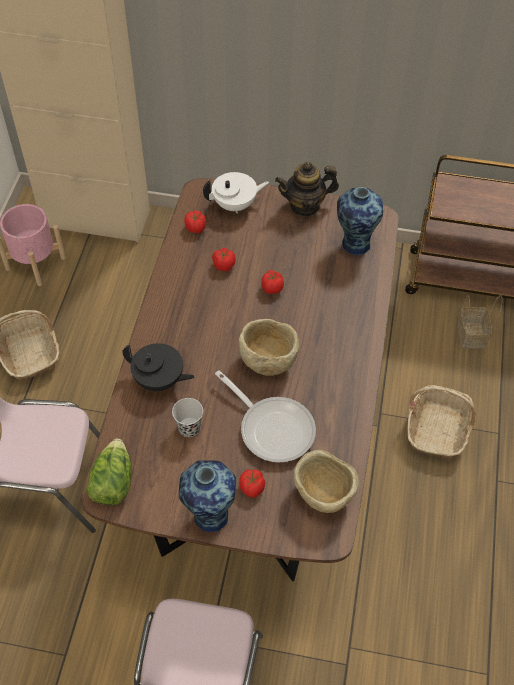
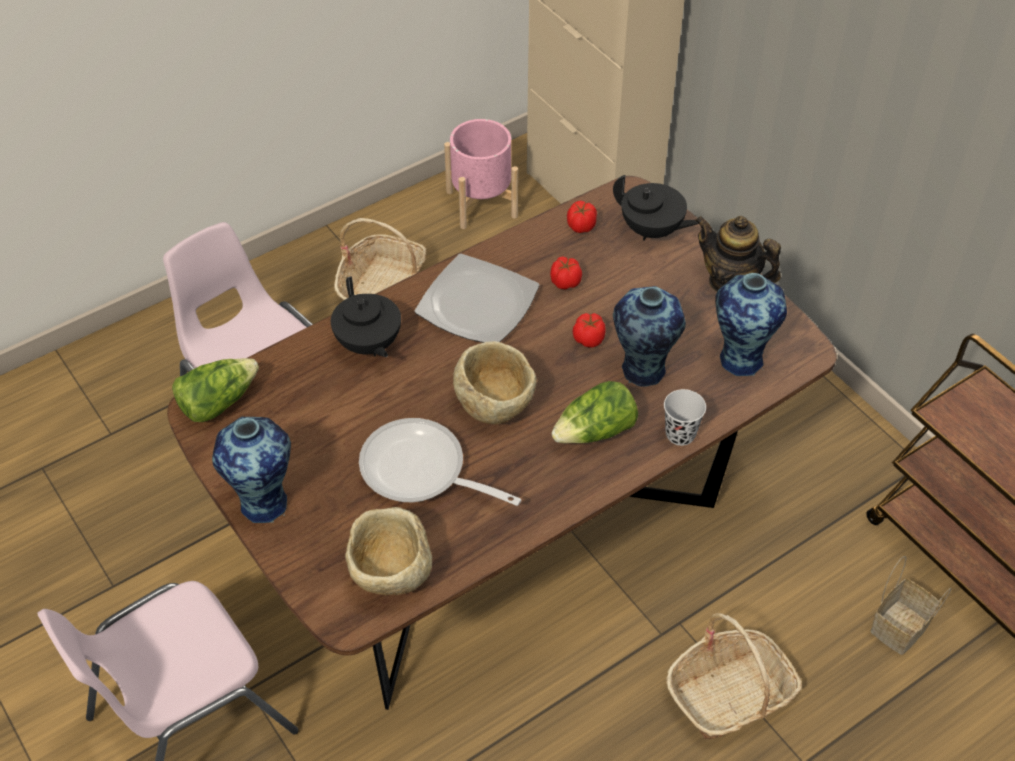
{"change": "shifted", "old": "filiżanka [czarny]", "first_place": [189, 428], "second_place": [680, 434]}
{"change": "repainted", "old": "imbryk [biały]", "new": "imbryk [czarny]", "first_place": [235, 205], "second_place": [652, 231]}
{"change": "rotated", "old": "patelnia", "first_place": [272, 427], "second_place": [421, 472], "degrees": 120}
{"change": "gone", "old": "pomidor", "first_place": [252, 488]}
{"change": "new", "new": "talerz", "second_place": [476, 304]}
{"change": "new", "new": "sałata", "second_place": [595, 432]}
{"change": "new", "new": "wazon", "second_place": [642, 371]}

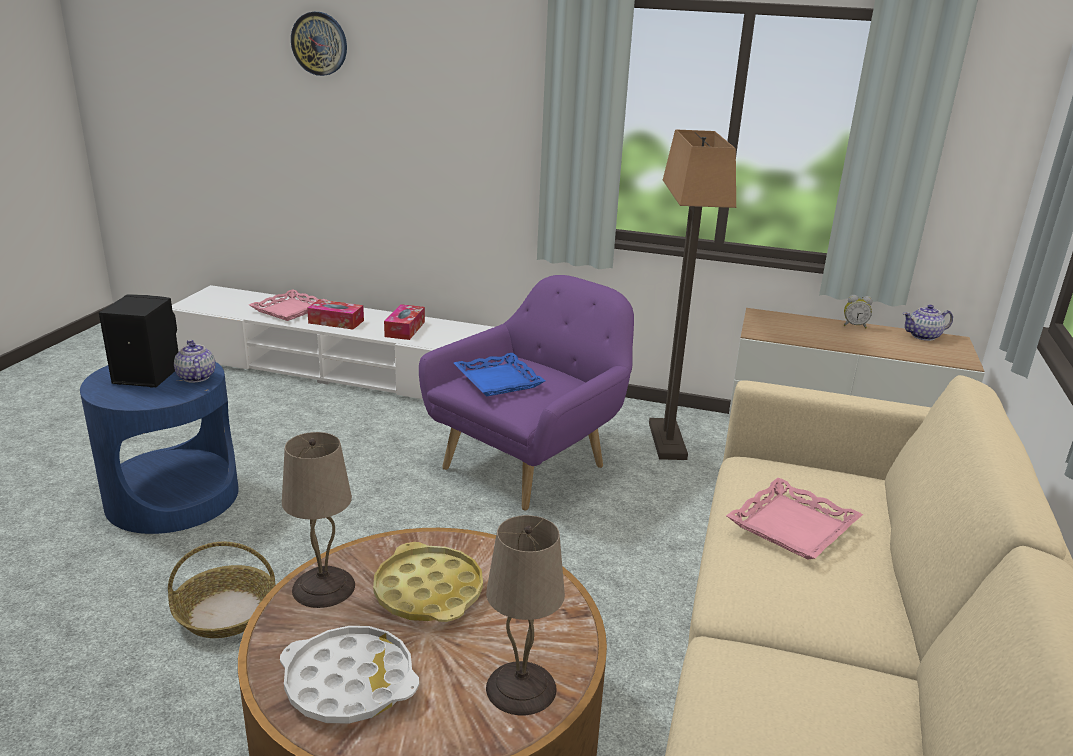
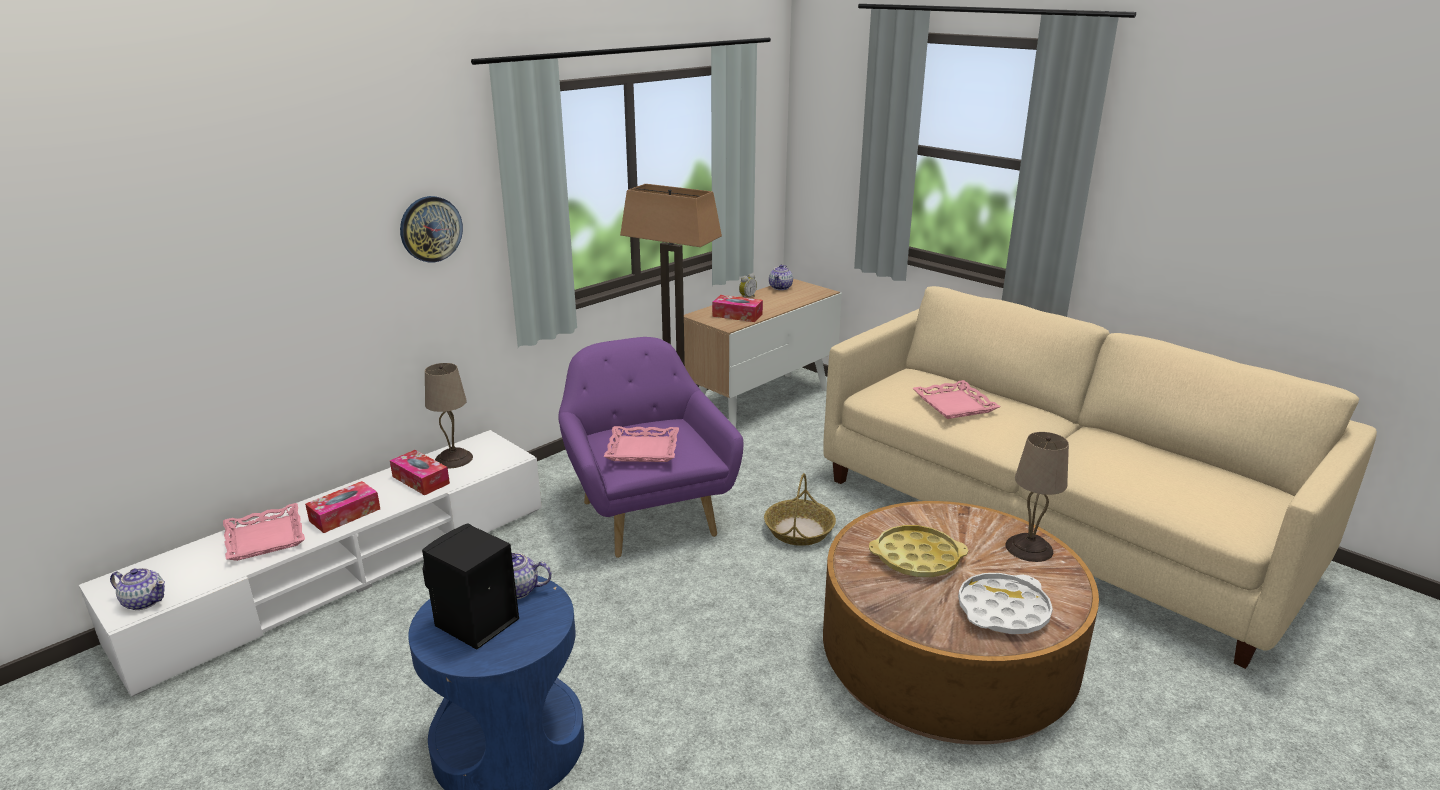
{"change": "shifted", "old": "koszyk", "first_place": [226, 612], "second_place": [799, 530]}
{"change": "shifted", "old": "lampa stołowa [beżowy]", "first_place": [322, 587], "second_place": [453, 459]}
{"change": "shifted", "old": "zegar ścienny", "first_place": [319, 43], "second_place": [430, 229]}
{"change": "repainted", "old": "taca [niebieski]", "new": "taca [różowy]", "first_place": [497, 380], "second_place": [642, 450]}
{"change": "new", "new": "imbryk", "second_place": [144, 601]}
{"change": "new", "new": "pudełko chusteczek", "second_place": [737, 315]}

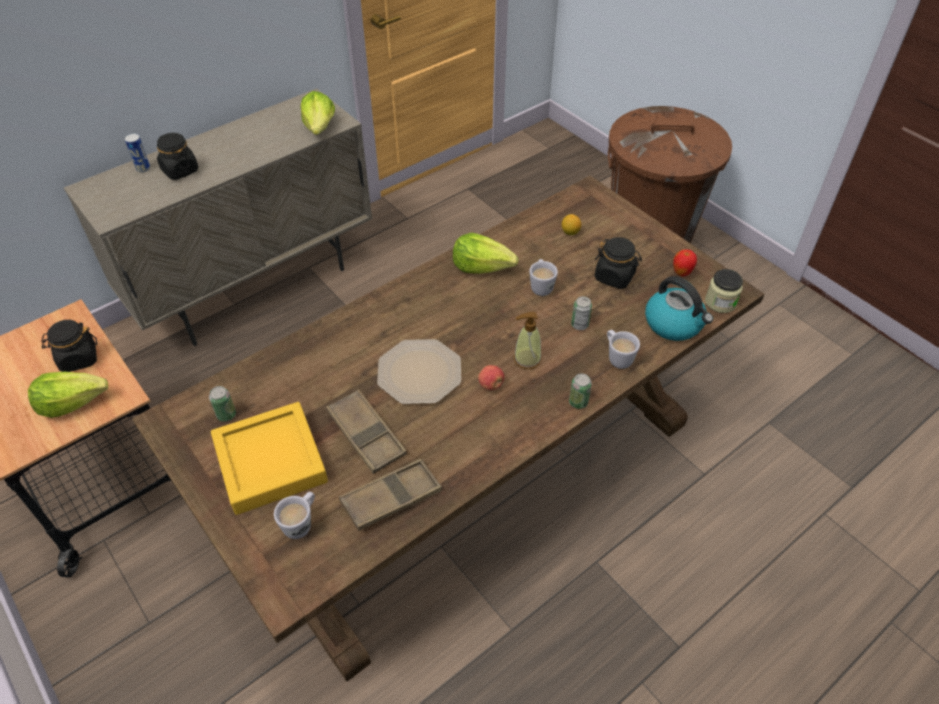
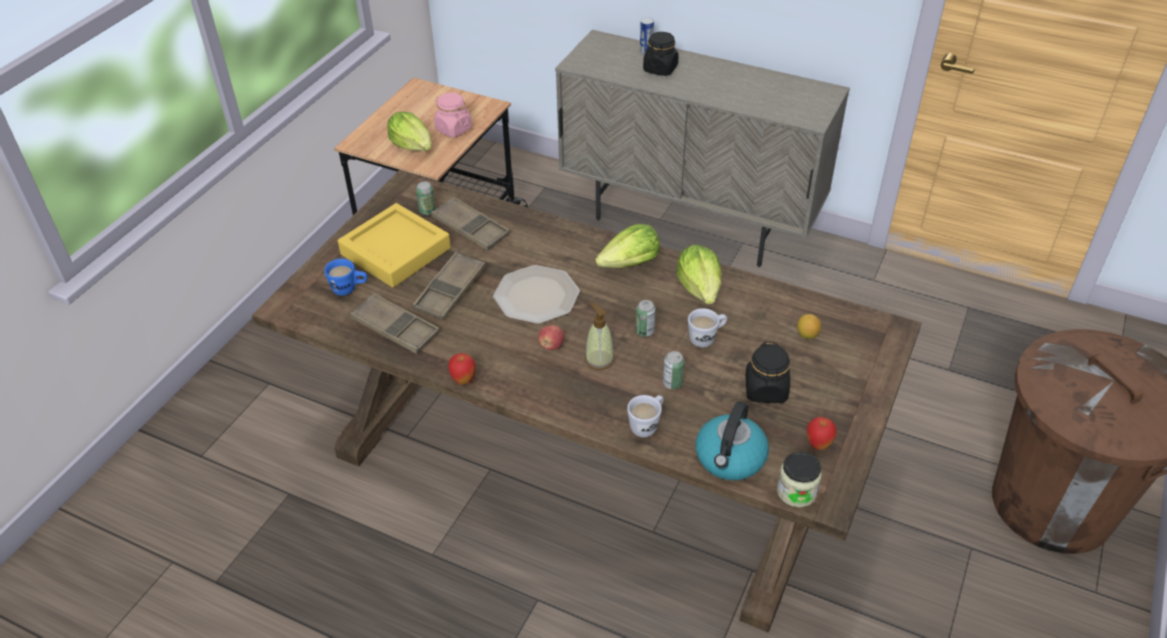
{"change": "repainted", "old": "słoik [czarny]", "new": "słoik [różowy]", "first_place": [78, 358], "second_place": [453, 129]}
{"change": "repainted", "old": "kubek [biały]", "new": "kubek [niebieski]", "first_place": [301, 523], "second_place": [349, 289]}
{"change": "shifted", "old": "sałata", "first_place": [319, 127], "second_place": [630, 264]}
{"change": "shifted", "old": "puszka", "first_place": [578, 402], "second_place": [644, 331]}
{"change": "new", "new": "taca [brązowy]", "second_place": [470, 228]}
{"change": "new", "new": "jabłko", "second_place": [463, 380]}

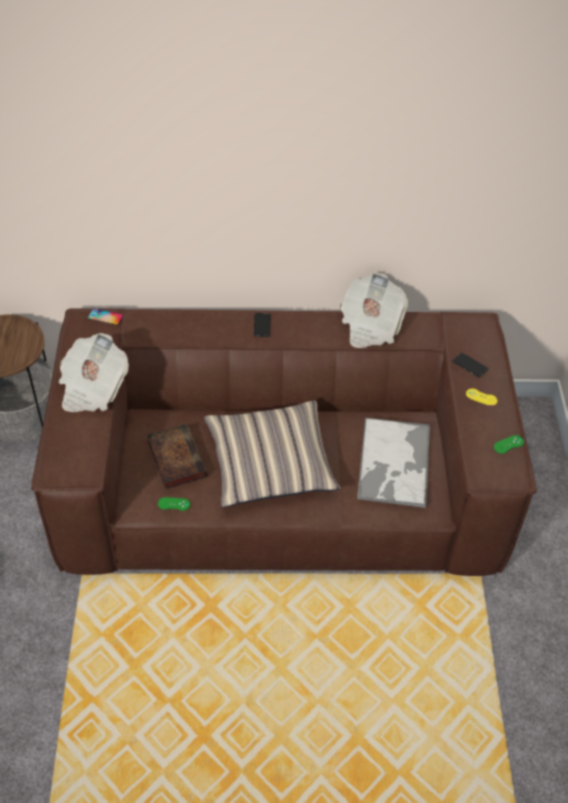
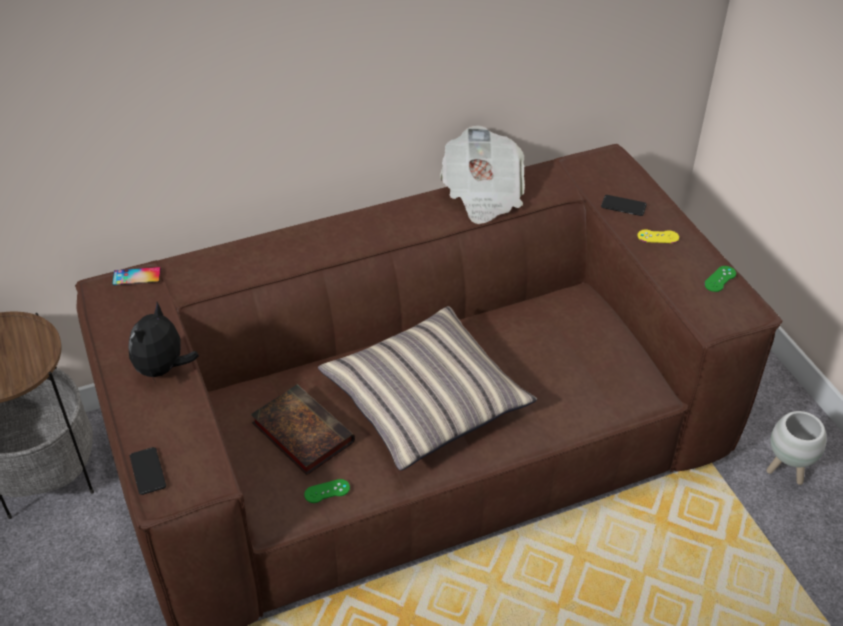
{"change": "swapped", "old": "gazeta", "new": "pluszak", "first_place": [92, 388], "second_place": [163, 369]}
{"change": "shifted", "old": "telefon", "first_place": [262, 325], "second_place": [148, 471]}
{"change": "gone", "old": "taca", "first_place": [394, 463]}
{"change": "new", "new": "donica [biały]", "second_place": [786, 471]}

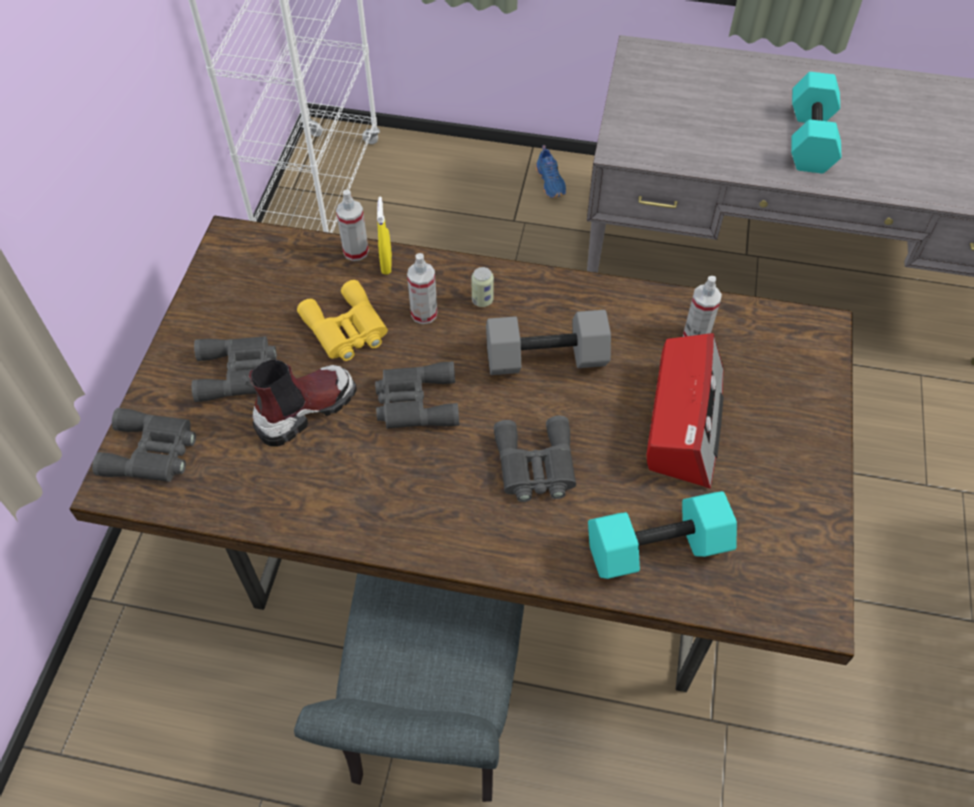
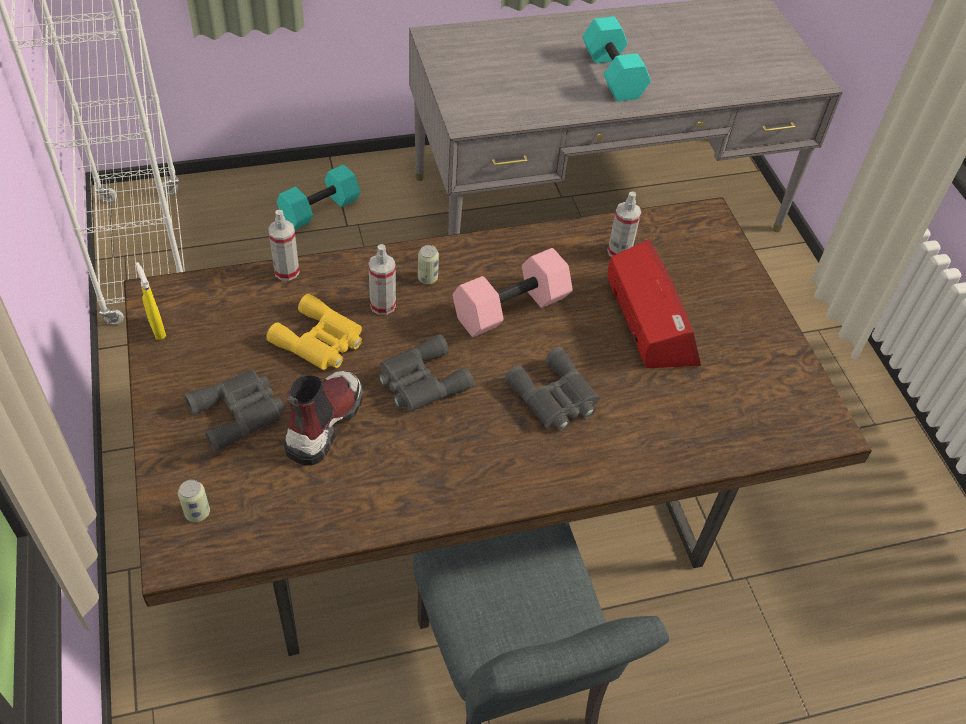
{"change": "swapped", "old": "lornetka [szary]", "new": "puszka", "first_place": [152, 452], "second_place": [197, 513]}
{"change": "shifted", "old": "spryskiwacz [żółty]", "first_place": [386, 264], "second_place": [157, 329]}
{"change": "repainted", "old": "hantel [szary]", "new": "hantel [różowy]", "first_place": [545, 360], "second_place": [510, 310]}
{"change": "gone", "old": "but [niebieski]", "first_place": [551, 182]}
{"change": "shifted", "old": "hantel [turkusowy]", "first_place": [656, 550], "second_place": [320, 210]}

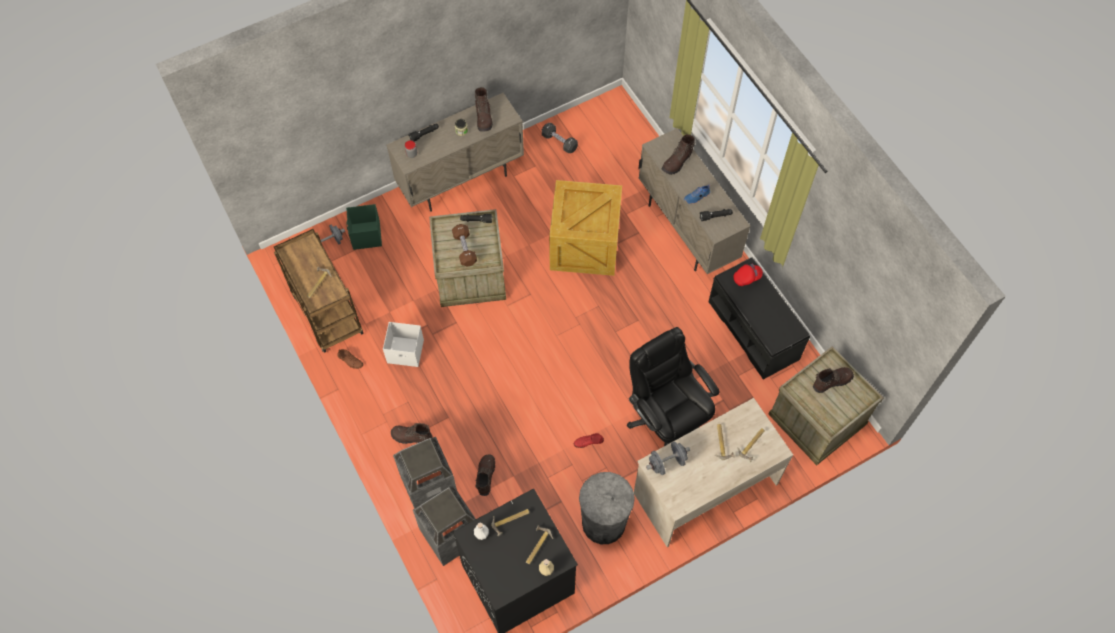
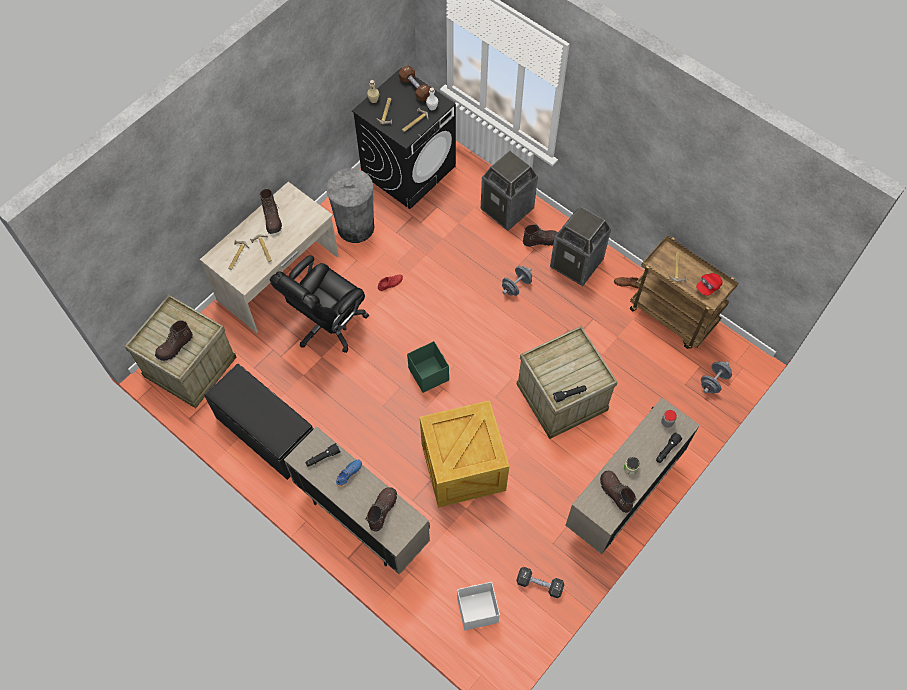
{"change": "shifted", "old": "pojemnik do przechowywania [zielony]", "first_place": [366, 236], "second_place": [428, 373]}
{"change": "shifted", "old": "pojemnik do przechowywania [biały]", "first_place": [406, 352], "second_place": [476, 610]}
{"change": "shifted", "old": "kosz na śmieci", "first_place": [450, 535], "second_place": [577, 263]}
{"change": "shifted", "old": "hantel [brązowy]", "first_place": [465, 249], "second_place": [415, 88]}
{"change": "shifted", "old": "but z cholewką [brązowy]", "first_place": [485, 476], "second_place": [272, 219]}
{"change": "rotated", "old": "krzesło biurowe [czarny]", "first_place": [666, 418], "second_place": [328, 324], "degrees": 90}
{"change": "shifted", "old": "hantel [szary]", "first_place": [667, 462], "second_place": [516, 286]}
{"change": "shifted", "old": "czapka z daszkiem [czerwony]", "first_place": [747, 277], "second_place": [708, 287]}

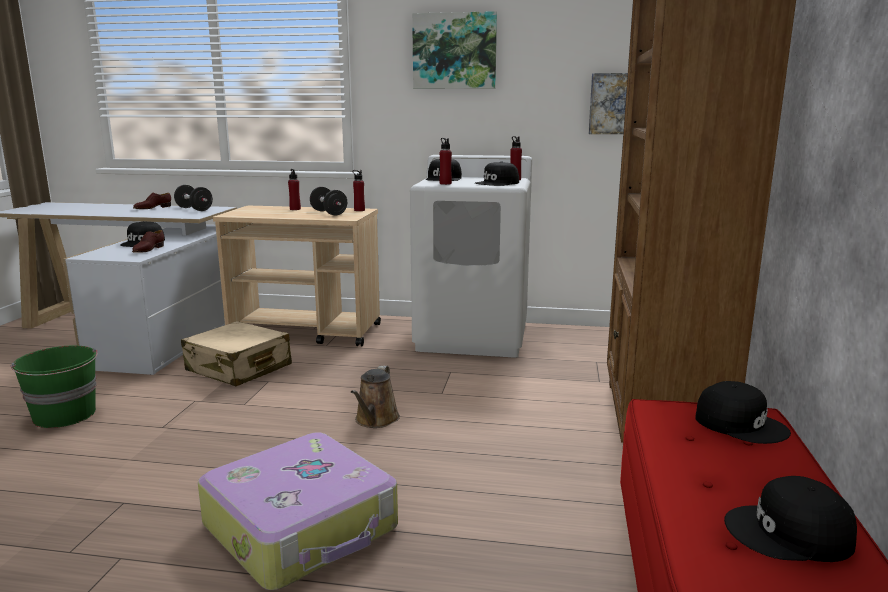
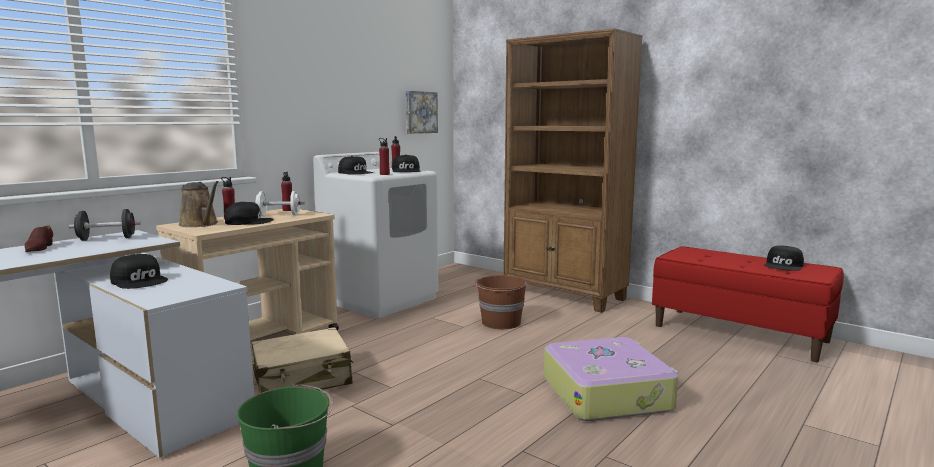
{"change": "gone", "old": "but [brązowy]", "first_place": [148, 249]}
{"change": "repainted", "old": "hantel [czarny]", "new": "hantel [biały]", "first_place": [328, 213], "second_place": [279, 215]}
{"change": "shifted", "old": "konewka [brązowy]", "first_place": [375, 420], "second_place": [200, 224]}
{"change": "gone", "old": "obraz", "first_place": [454, 51]}
{"change": "shifted", "old": "czapka z daszkiem [czarny]", "first_place": [740, 423], "second_place": [248, 221]}
{"change": "new", "new": "wiadro [brązowy]", "second_place": [501, 323]}

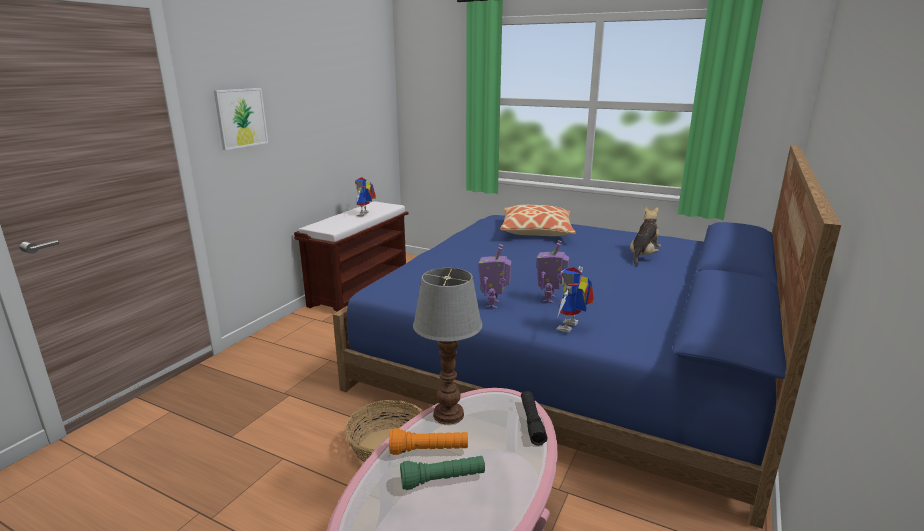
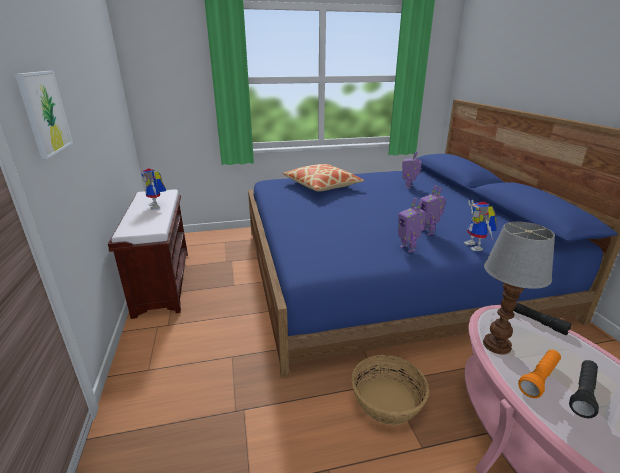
{"change": "repainted", "old": "latarka [zielony]", "new": "latarka [czarny]", "first_place": [443, 480], "second_place": [583, 393]}
{"change": "swapped", "old": "pluszak", "new": "robot zabawkowy", "first_place": [643, 256], "second_place": [409, 187]}

